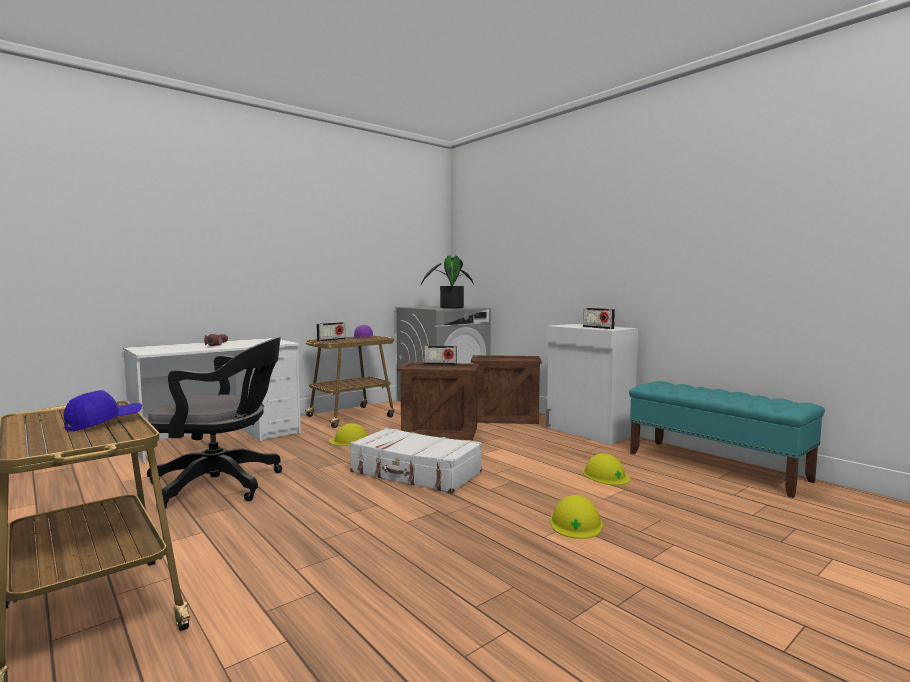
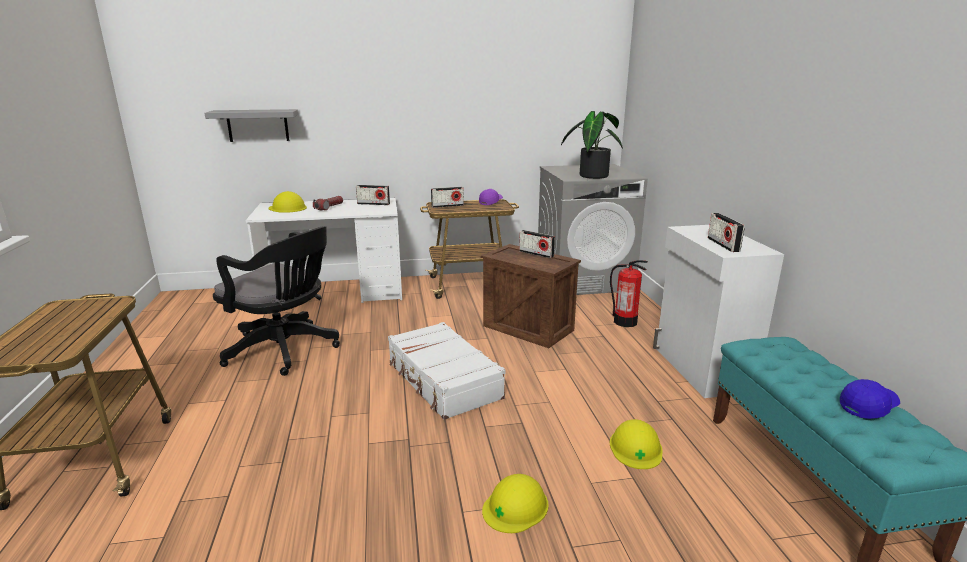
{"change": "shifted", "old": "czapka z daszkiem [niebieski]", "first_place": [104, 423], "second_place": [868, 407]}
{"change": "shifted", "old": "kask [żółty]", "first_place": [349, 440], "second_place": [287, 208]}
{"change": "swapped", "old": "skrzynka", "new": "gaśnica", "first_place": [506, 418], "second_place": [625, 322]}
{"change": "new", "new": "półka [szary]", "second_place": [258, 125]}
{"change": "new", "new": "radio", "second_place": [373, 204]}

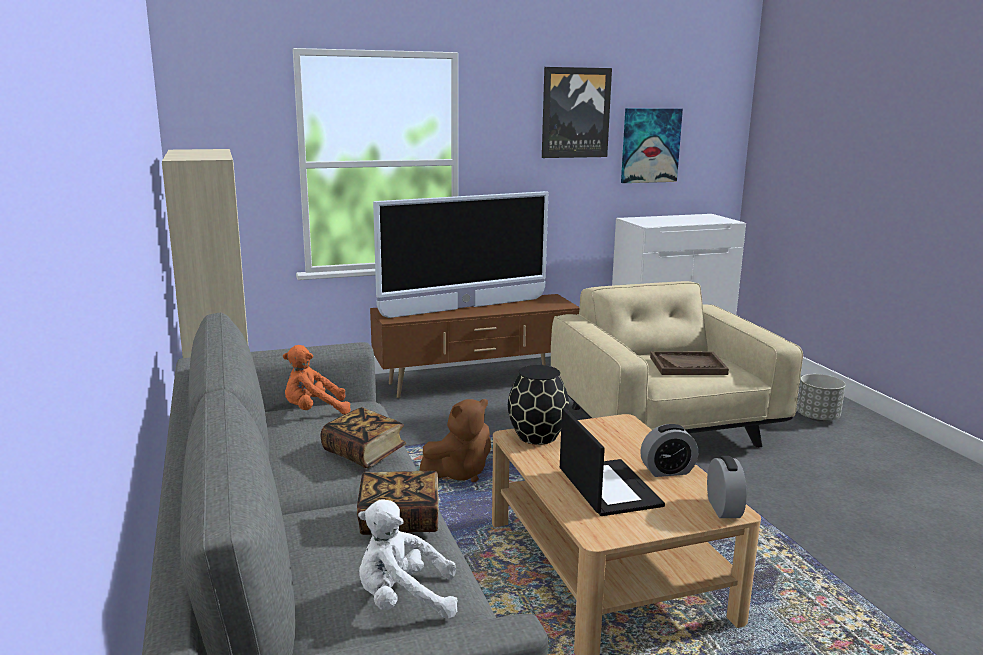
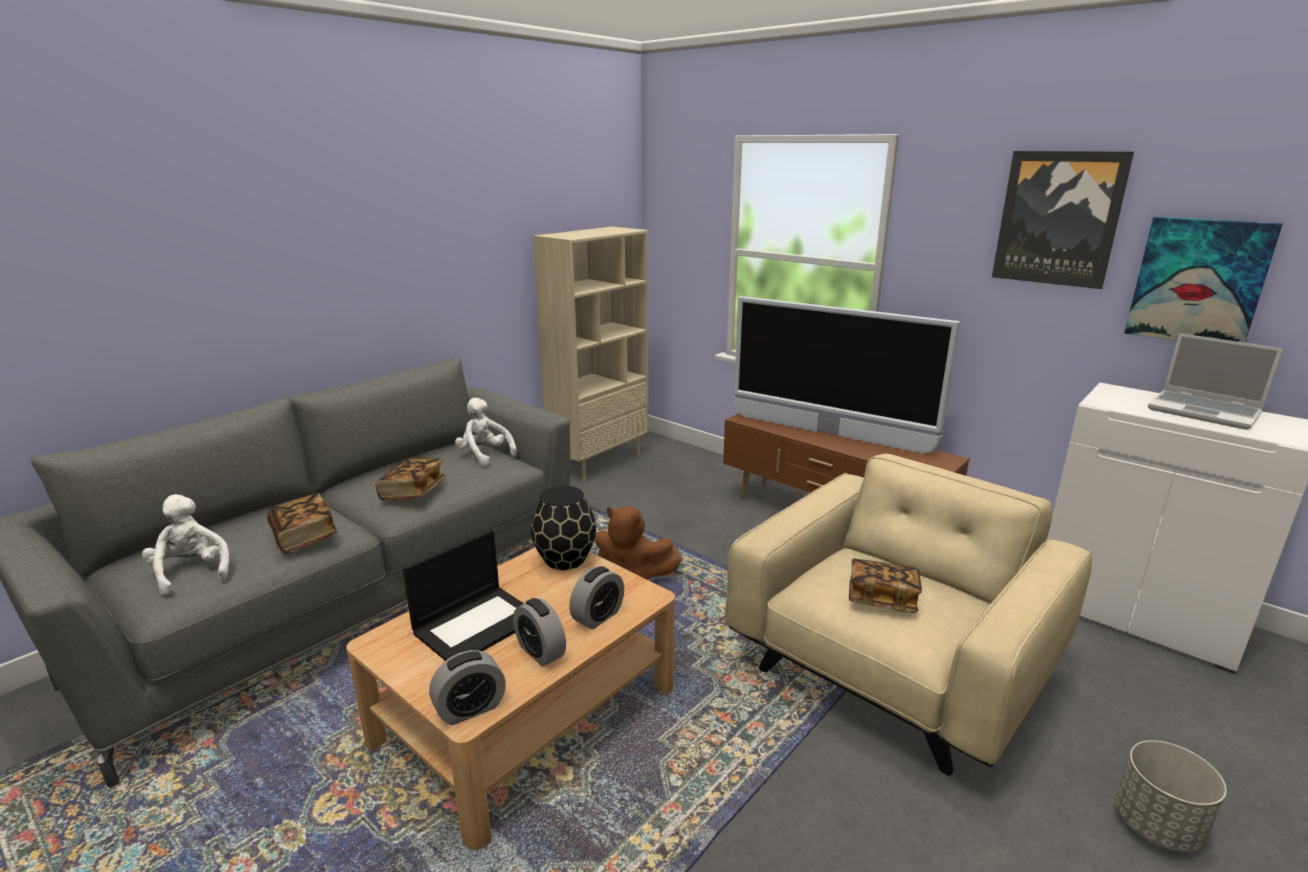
{"change": "repainted", "old": "pluszak [pomarańczowy]", "new": "pluszak [biały]", "first_place": [314, 411], "second_place": [484, 455]}
{"change": "swapped", "old": "taca [brązowy]", "new": "książka", "first_place": [688, 365], "second_place": [881, 599]}
{"change": "new", "new": "budzik", "second_place": [598, 617]}
{"change": "new", "new": "laptop", "second_place": [1205, 411]}

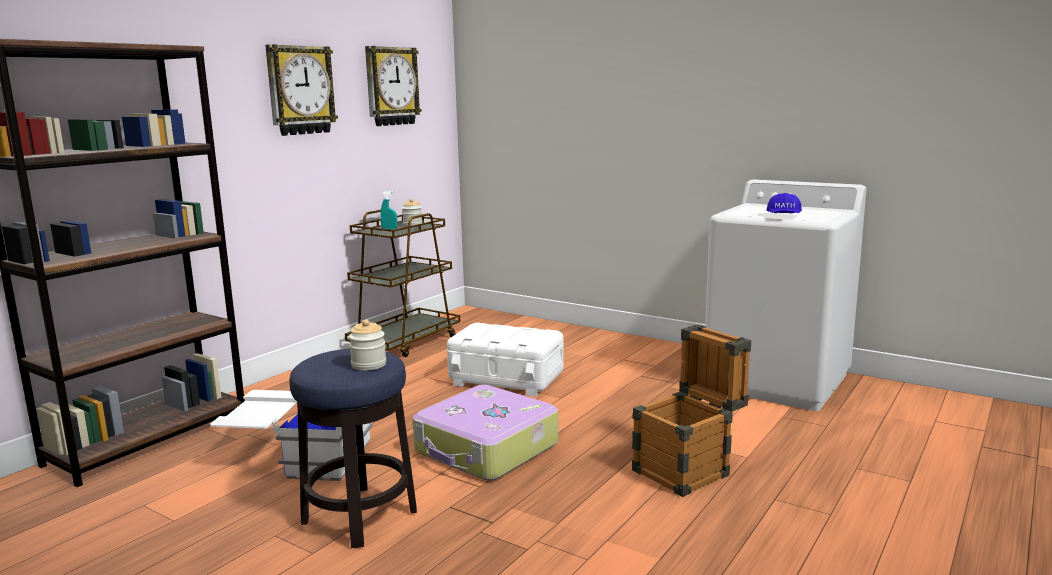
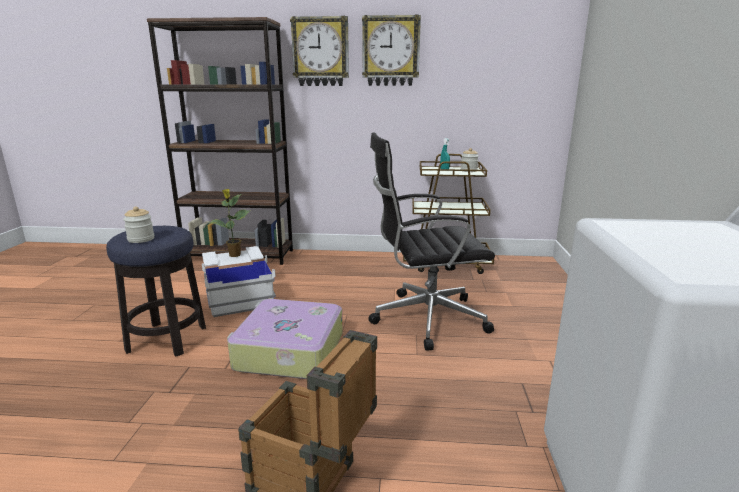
{"change": "shifted", "old": "zegar ścienny", "first_place": [391, 86], "second_place": [320, 52]}
{"change": "swapped", "old": "pojemnik do przechowywania [biały]", "new": "krzesło biurowe [czarny]", "first_place": [506, 379], "second_place": [425, 318]}
{"change": "gone", "old": "czapka z daszkiem [niebieski]", "first_place": [784, 216]}
{"change": "new", "new": "roślina doniczkowa", "second_place": [234, 255]}

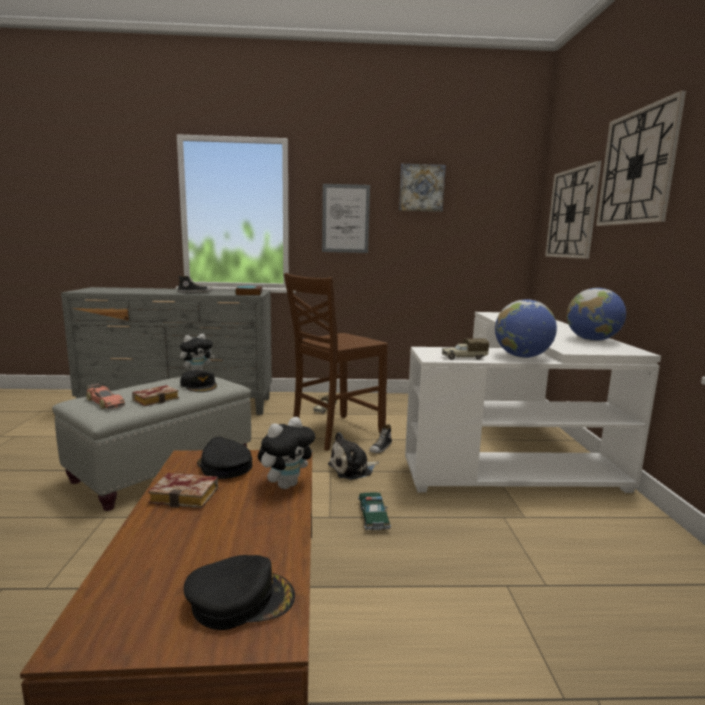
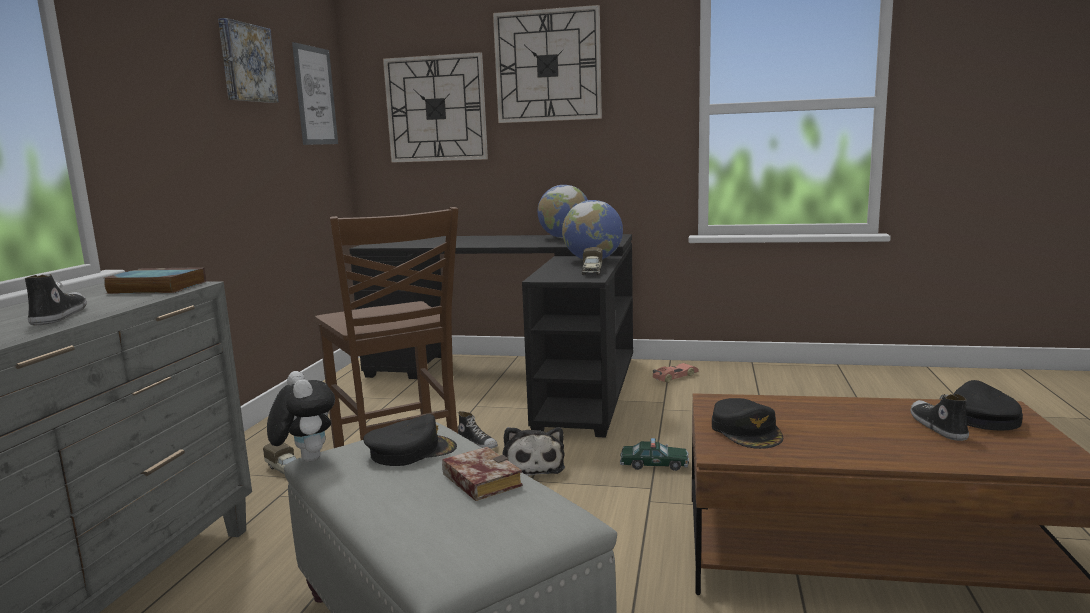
{"change": "shifted", "old": "samochodzik", "first_place": [105, 403], "second_place": [674, 377]}
{"change": "gone", "old": "książka", "first_place": [187, 495]}
{"change": "rotated", "old": "czapka z daszkiem [czarny]", "first_place": [224, 466], "second_place": [747, 431], "degrees": -75}
{"change": "gone", "old": "pluszak", "first_place": [286, 484]}
{"change": "shifted", "old": "obraz", "first_place": [345, 219], "second_place": [315, 96]}
{"change": "repainted", "old": "biurko [biały]", "new": "biurko [czarny]", "first_place": [519, 447], "second_place": [519, 378]}
{"change": "new", "new": "but", "second_place": [936, 426]}

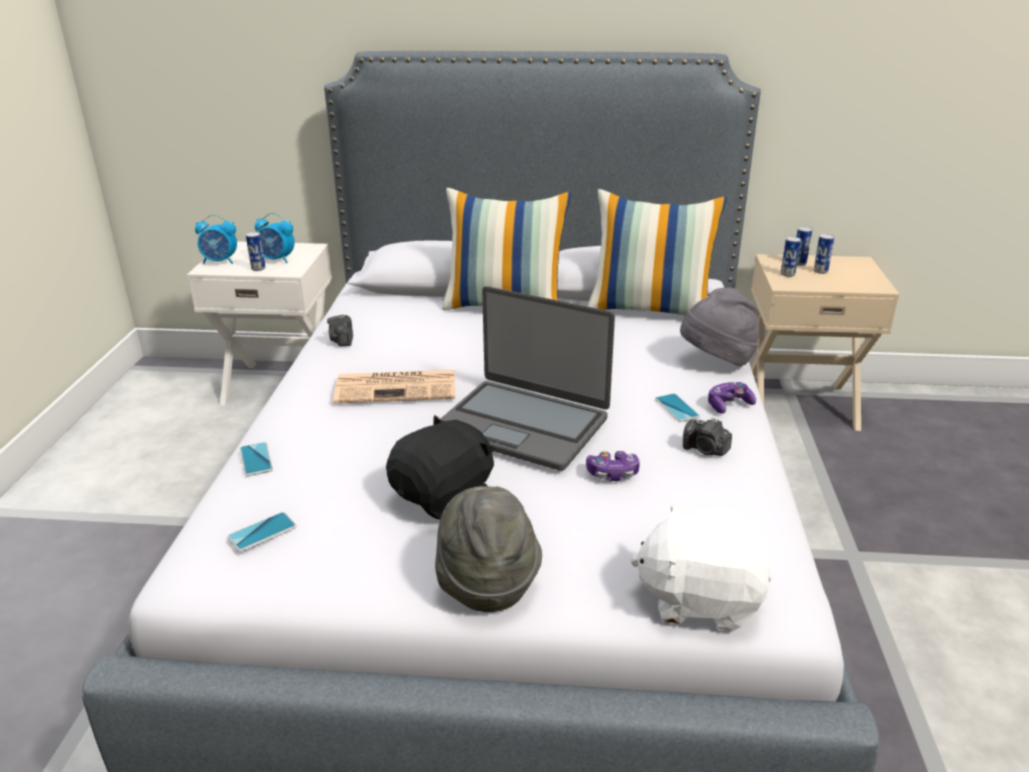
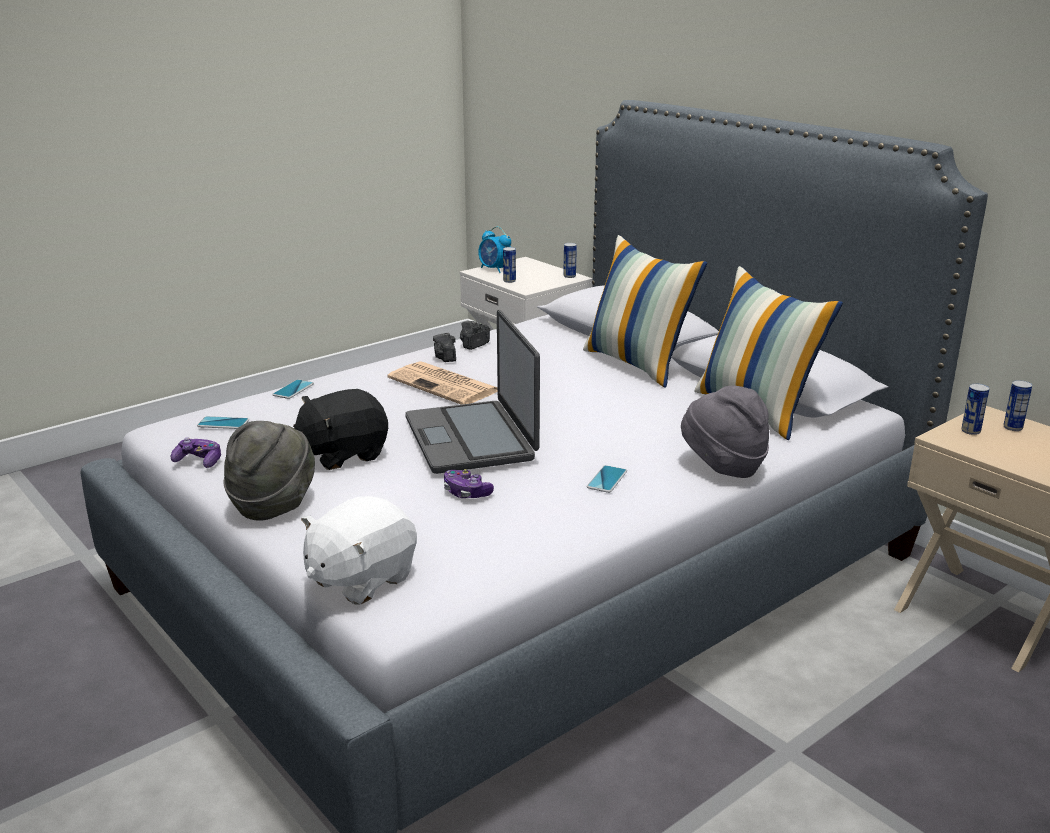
{"change": "gone", "old": "budzik", "first_place": [277, 260]}
{"change": "rotated", "old": "pluszak [czarny]", "first_place": [445, 497], "second_place": [343, 454], "degrees": 150}
{"change": "rotated", "old": "pluszak [biały]", "first_place": [699, 599], "second_place": [360, 579], "degrees": -105}
{"change": "shifted", "old": "aparat fotograficzny", "first_place": [705, 450], "second_place": [445, 358]}
{"change": "shifted", "old": "pad do gier", "first_place": [728, 405], "second_place": [199, 461]}
{"change": "shifted", "old": "puszka", "first_place": [820, 271], "second_place": [569, 276]}

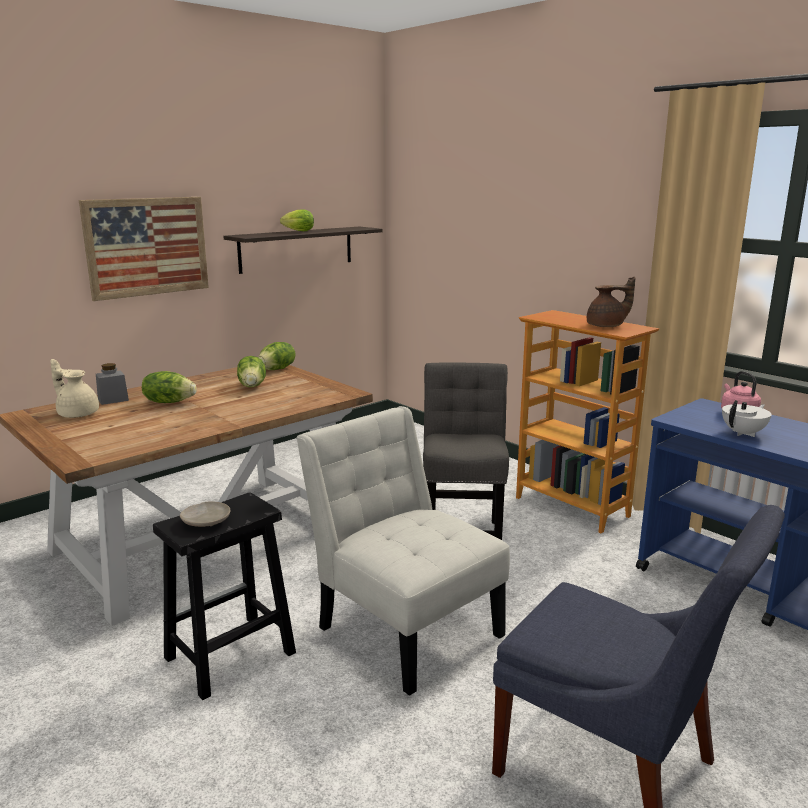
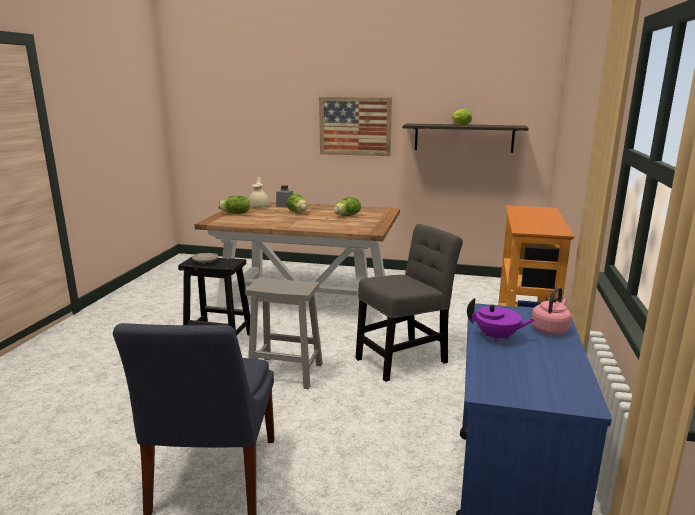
{"change": "shifted", "old": "sałata", "first_place": [277, 369], "second_place": [235, 213]}
{"change": "swapped", "old": "krzesło [biały]", "new": "stołek [szary]", "first_place": [404, 626], "second_place": [287, 372]}
{"change": "gone", "old": "imbryk [brązowy]", "first_place": [607, 326]}
{"change": "repainted", "old": "imbryk [biały]", "new": "imbryk [fioletowy]", "first_place": [744, 433], "second_place": [497, 337]}

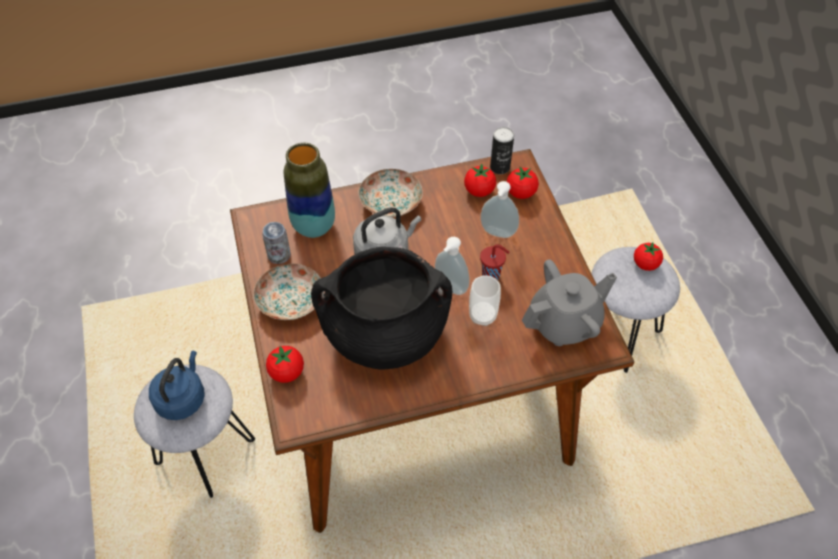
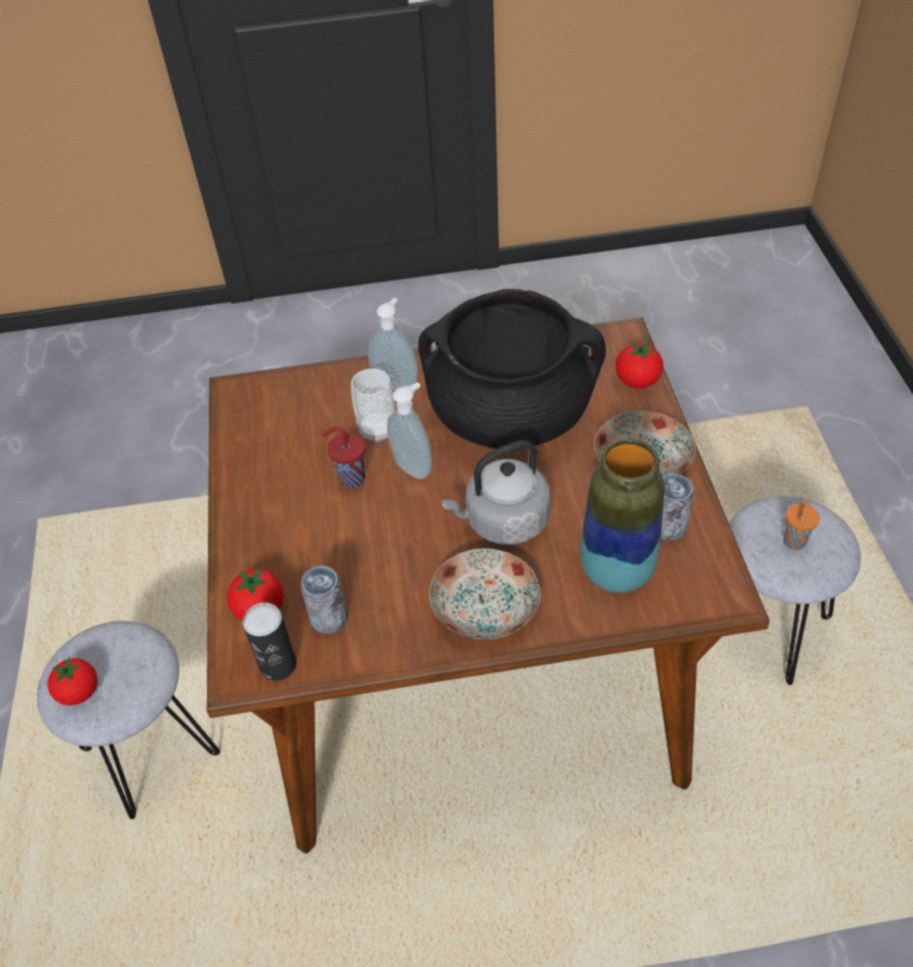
{"change": "swapped", "old": "czajnik [niebieski]", "new": "filiżanka [pomarańczowy]", "first_place": [182, 398], "second_place": [794, 543]}
{"change": "swapped", "old": "pomidor", "new": "puszka", "first_place": [479, 191], "second_place": [329, 619]}
{"change": "shifted", "old": "dozownik mydła", "first_place": [497, 234], "second_place": [397, 383]}
{"change": "gone", "old": "imbryk [szary]", "first_place": [564, 323]}

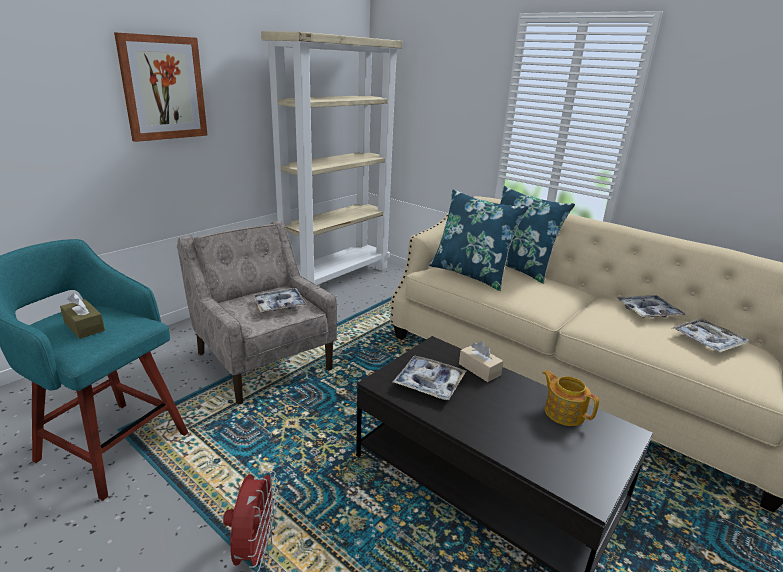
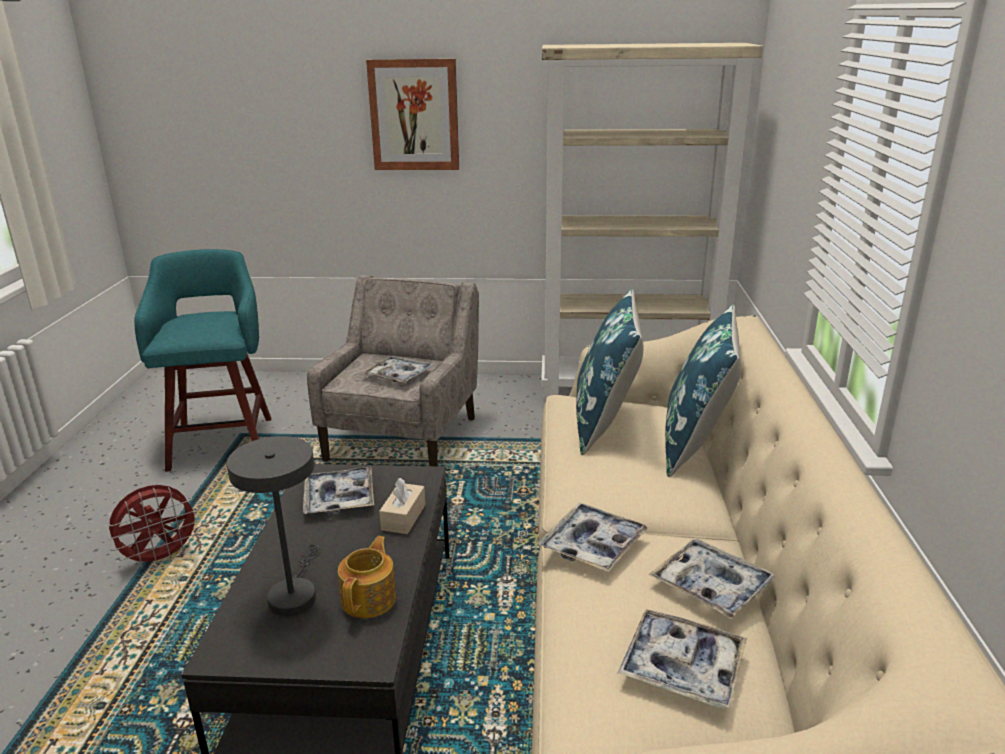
{"change": "gone", "old": "pudełko chusteczek [brązowy]", "first_place": [84, 326]}
{"change": "new", "new": "lampa stołowa [szary]", "second_place": [294, 594]}
{"change": "new", "new": "taca", "second_place": [592, 545]}

